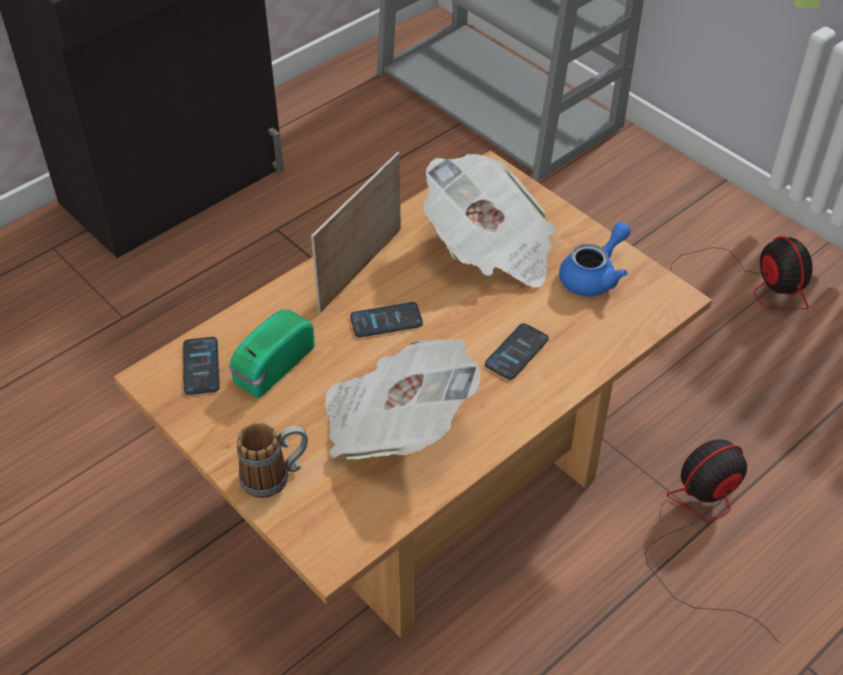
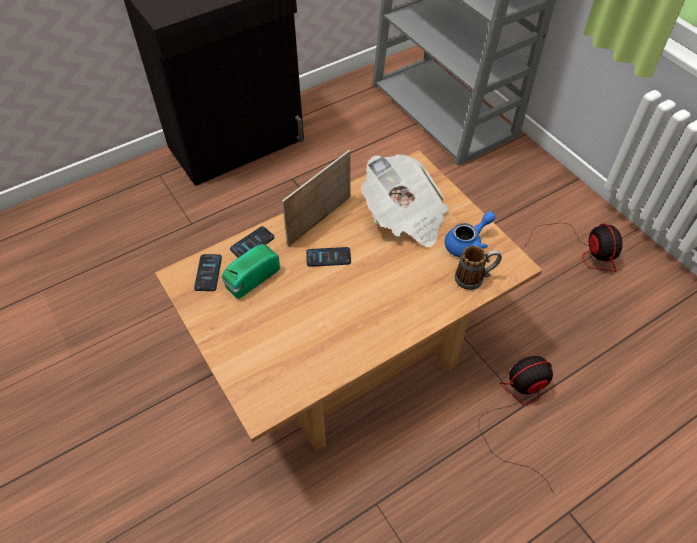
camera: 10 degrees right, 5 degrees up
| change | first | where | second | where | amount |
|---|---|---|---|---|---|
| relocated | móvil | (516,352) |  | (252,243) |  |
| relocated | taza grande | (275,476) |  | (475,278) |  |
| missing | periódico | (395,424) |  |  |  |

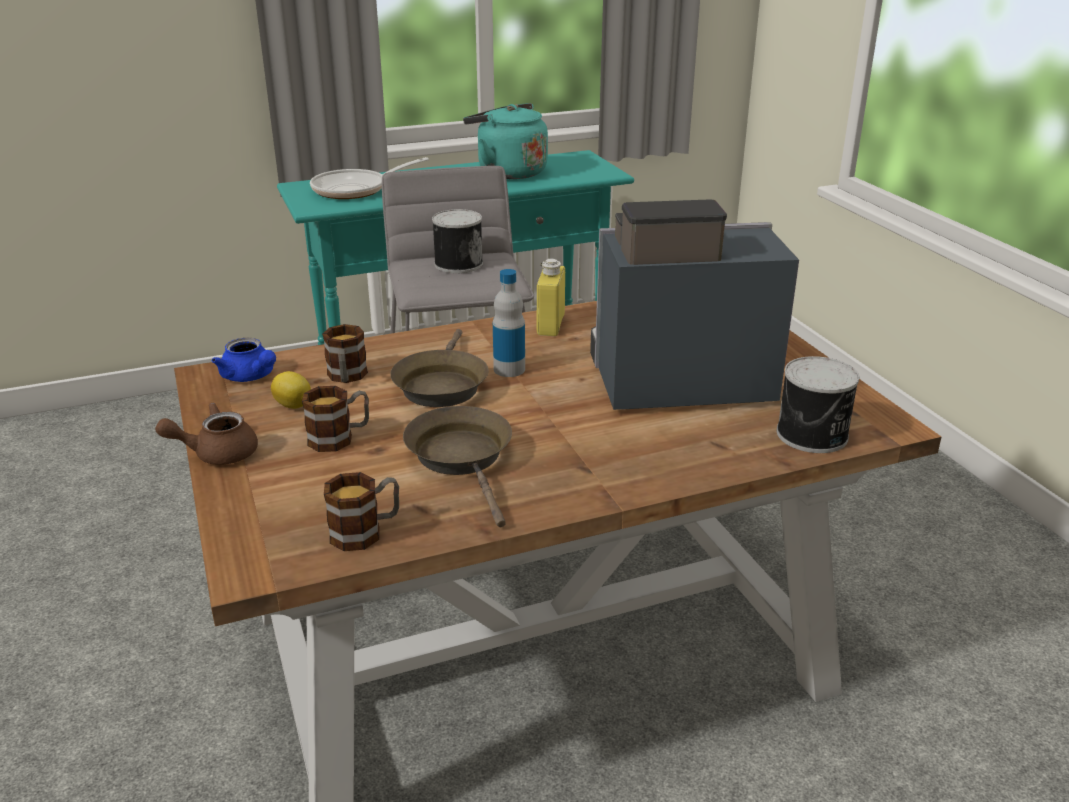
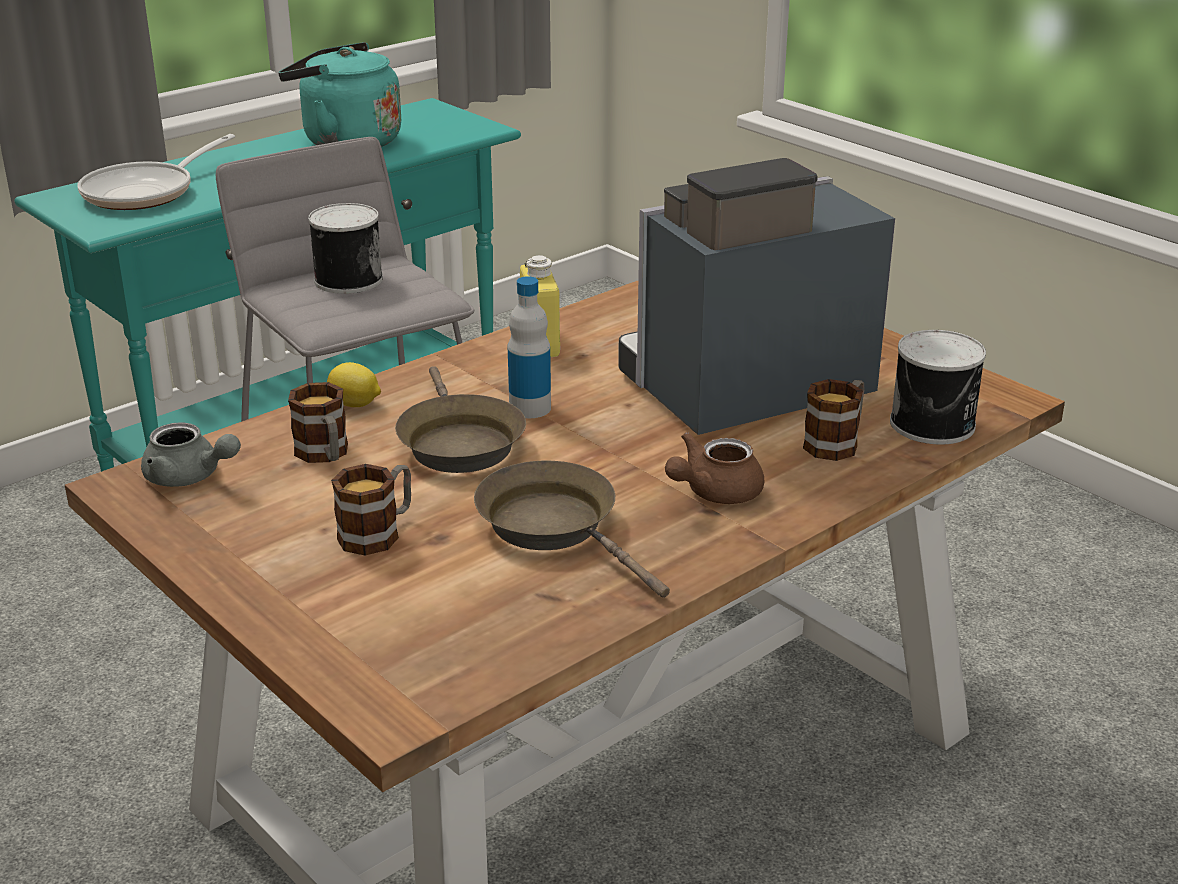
camera: 20 degrees left, 0 degrees up
| change | first | where | second | where | amount |
|---|---|---|---|---|---|
| colour | tetera (azul) | (250,377) | tetera (gris) | (189,477) |  |
| relocated | limón | (294,406) |  | (355,404) |  |
| relocated | tetera (marrón) | (216,453) |  | (713,493) |  |
| relocated | taza grande | (366,531) |  | (836,442) |  |

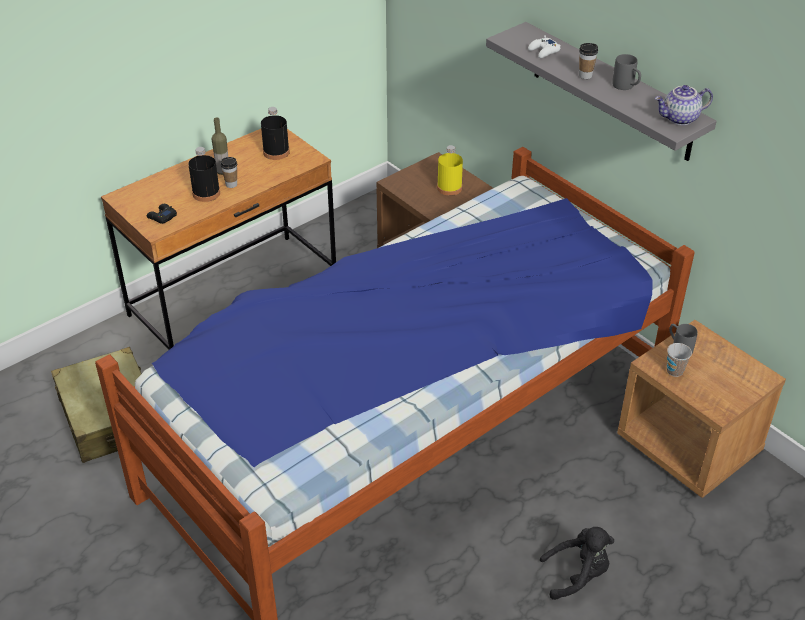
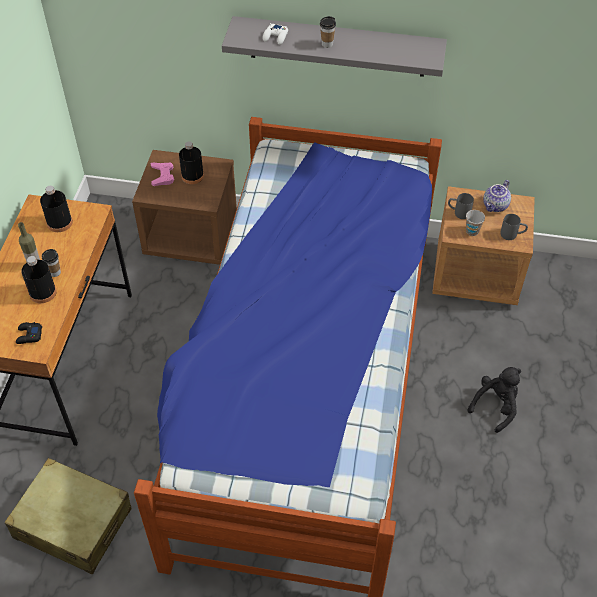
camera: 40 degrees left, 10 degrees up
| change | first | where | second | where | amount |
|---|---|---|---|---|---|
| appeared |  |  | mando de consola (rosa) | (162,176) |  |
| colour | botella (amarillo) | (449,188) | botella (negro) | (192,176) |  |
| relocated | tetera | (680,119) |  | (495,206) |  |
| relocated | taza grande (gris) | (626,87) |  | (512,235) |  |

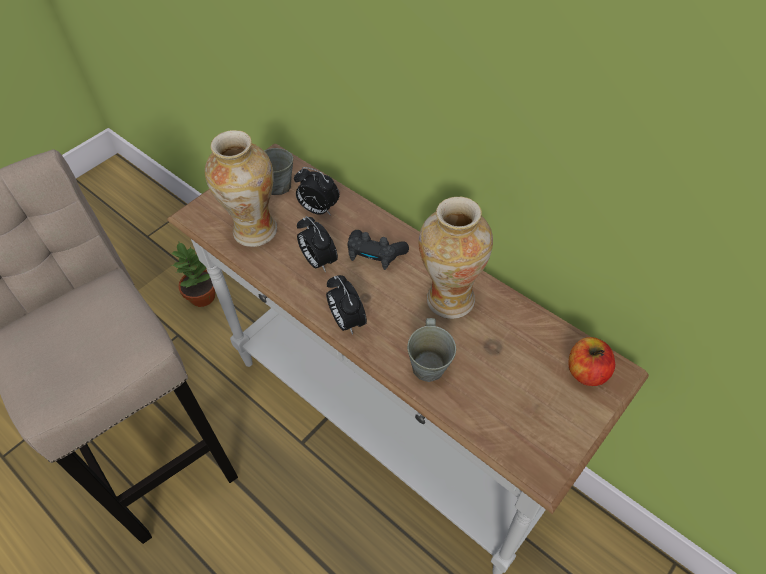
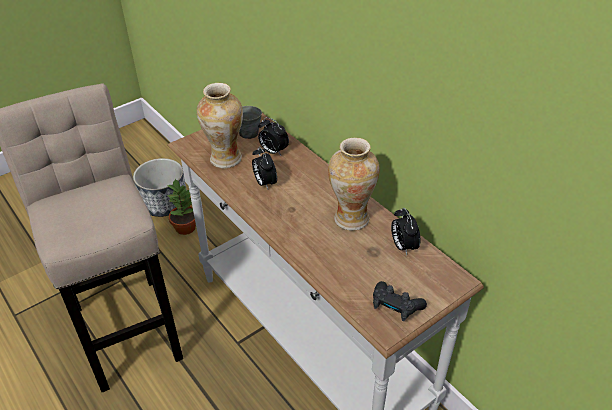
camera: 10 degrees right, 10 degrees down
| change | first | where | second | where | amount |
|---|---|---|---|---|---|
| appeared |  |  | maceta | (164,203) |  |
| relocated | mando de consola (negro) | (375,255) |  | (395,307) |  |
| relocated | despertador | (347,321) |  | (403,246) |  |
| missing | taza grande (gris) | (429,365) |  |  |  |
| missing | manzana | (586,372) |  |  |  |

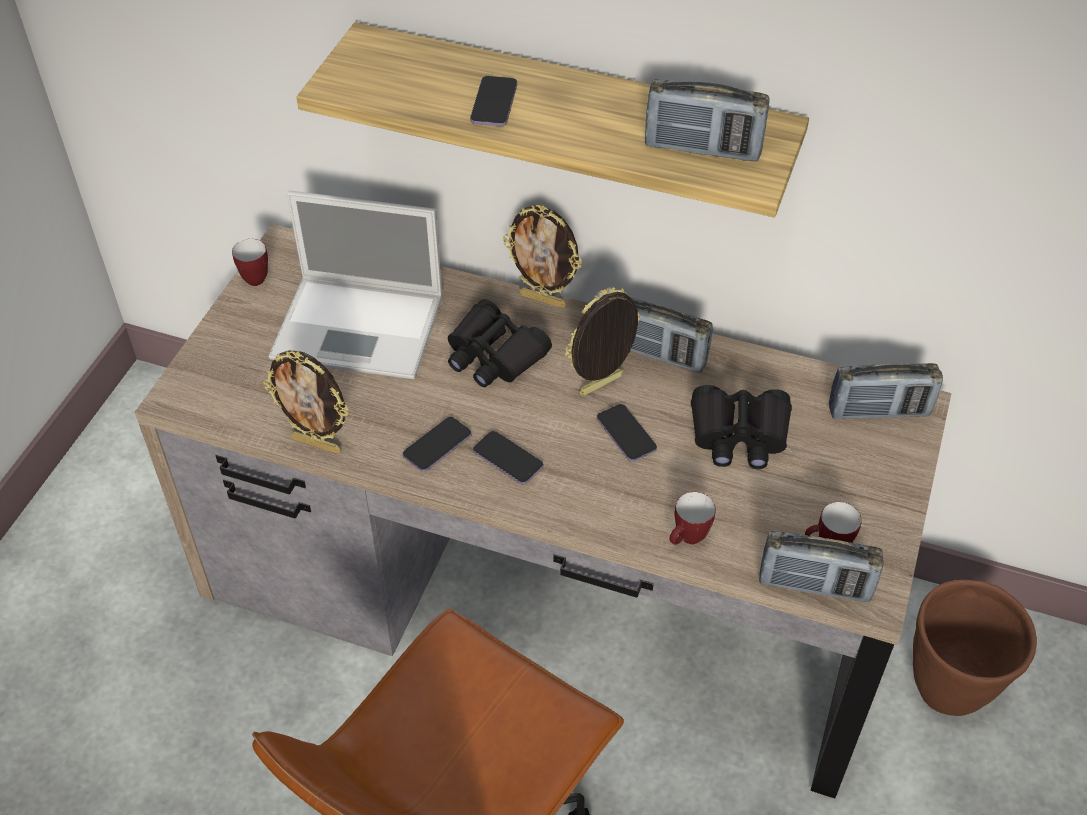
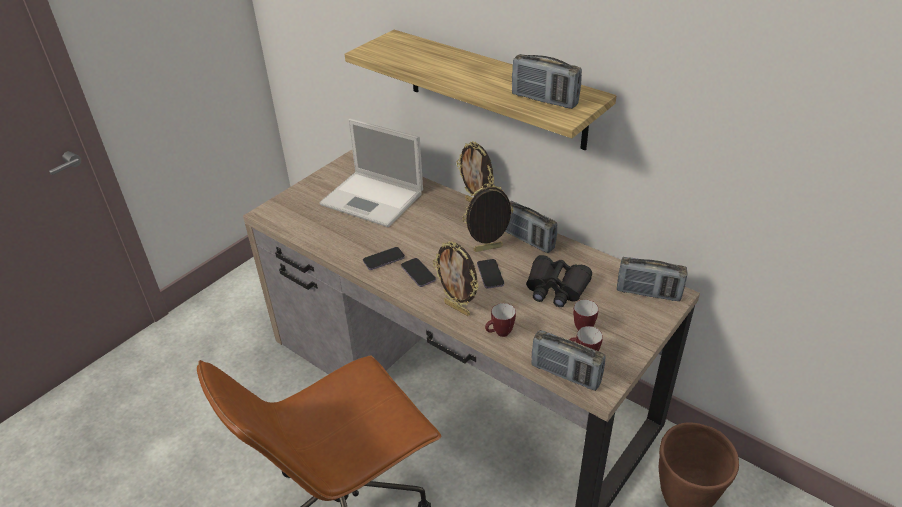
camera: 20 degrees right, 10 degrees down
| change | first | where | second | where | amount |
|---|---|---|---|---|---|
| relocated | portarretratos | (317,444) |  | (457,308) |  |
| relocated | taza grande | (254,277) |  | (582,326) |  |
| missing | prismáticos (negro) | (494,355) |  |  |  |
| missing | móvil | (494,104) |  |  |  |

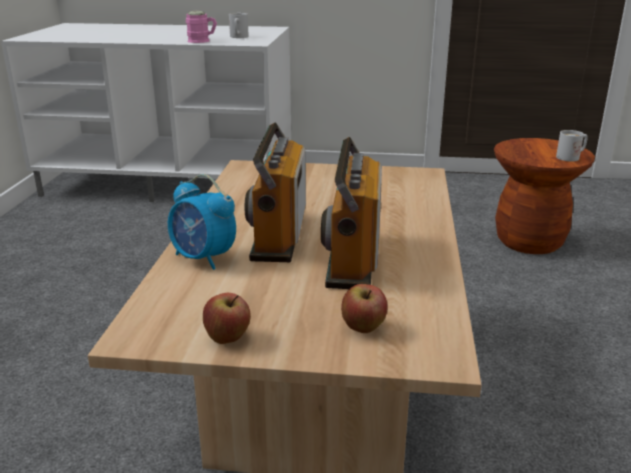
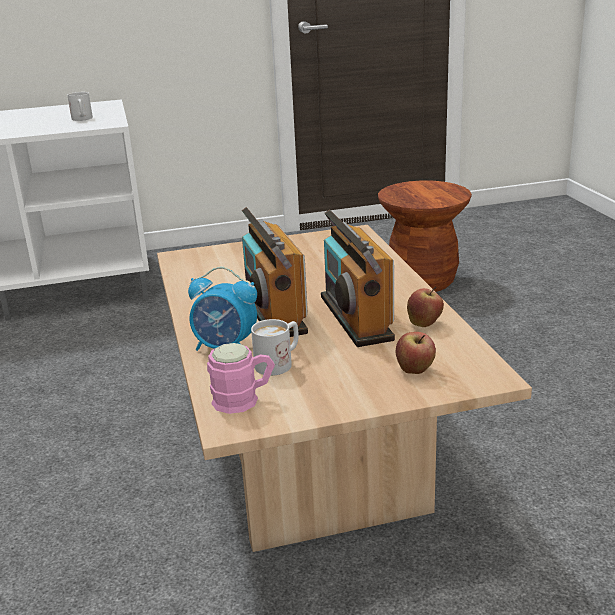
camera: 20 degrees left, 0 degrees up
| change | first | where | second | where | amount |
|---|---|---|---|---|---|
| relocated | taza grande (rosa) | (202,41) |  | (244,399) |  |
| relocated | taza grande (blanco) | (571,157) |  | (279,363) |  |
| relocated | manzana | (228,338) |  | (425,323) |  |

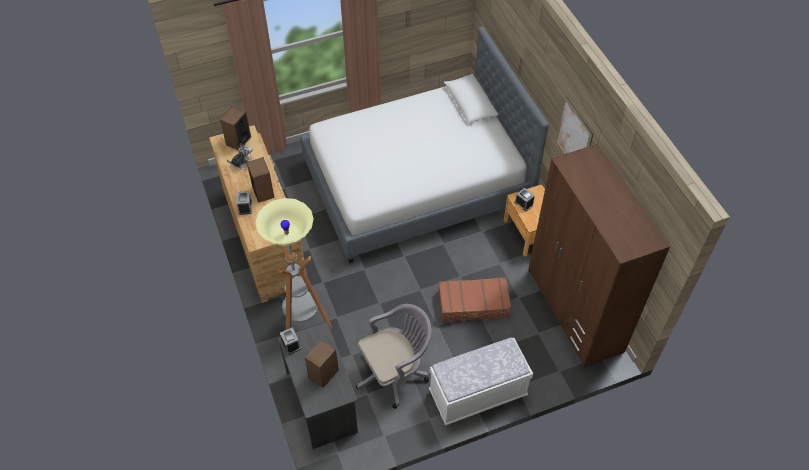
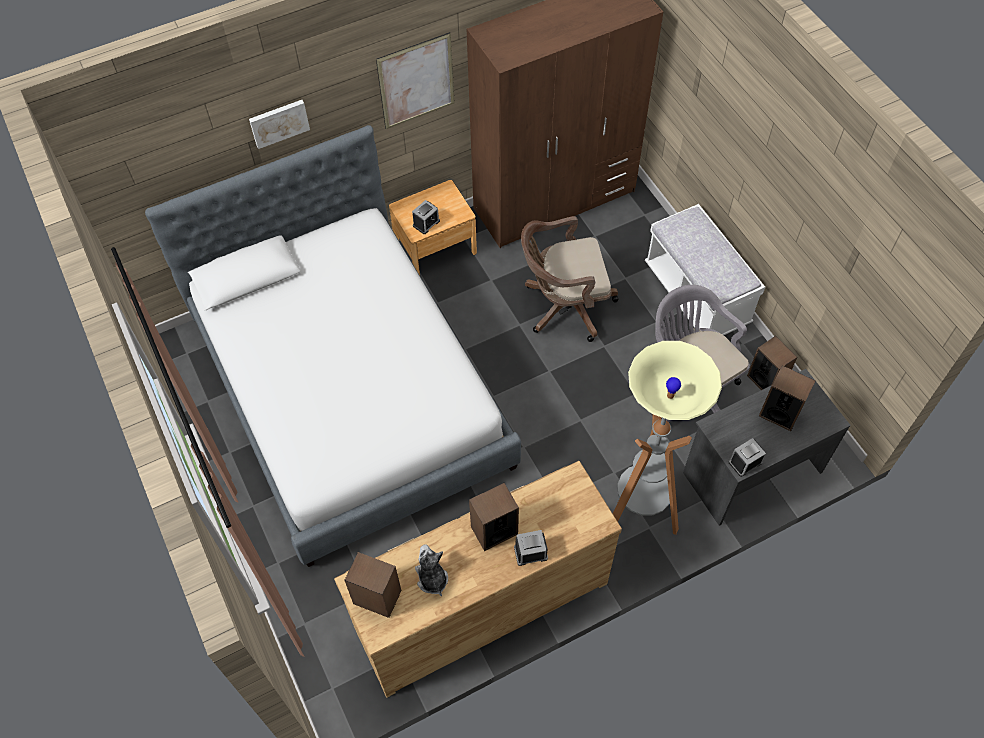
camera: 95 degrees left, 5 degrees up
| change | first | where | second | where | amount |
|---|---|---|---|---|---|
| appeared |  |  | cuadro | (279,122) |  |
| exchanged | maleta (marrón) | (473,304) | silla de oficina (marrón) | (564,306) |  |
| appeared |  |  | altavoz | (766,380) |  |

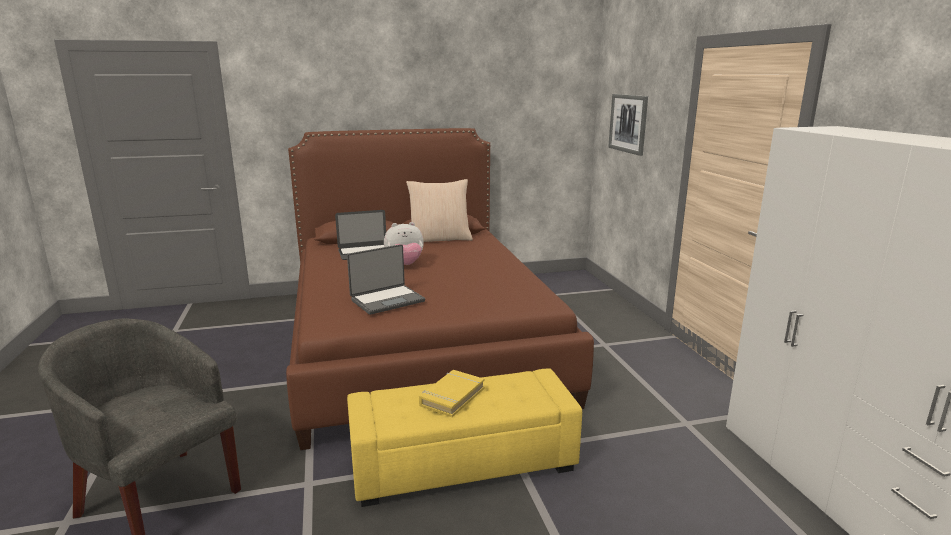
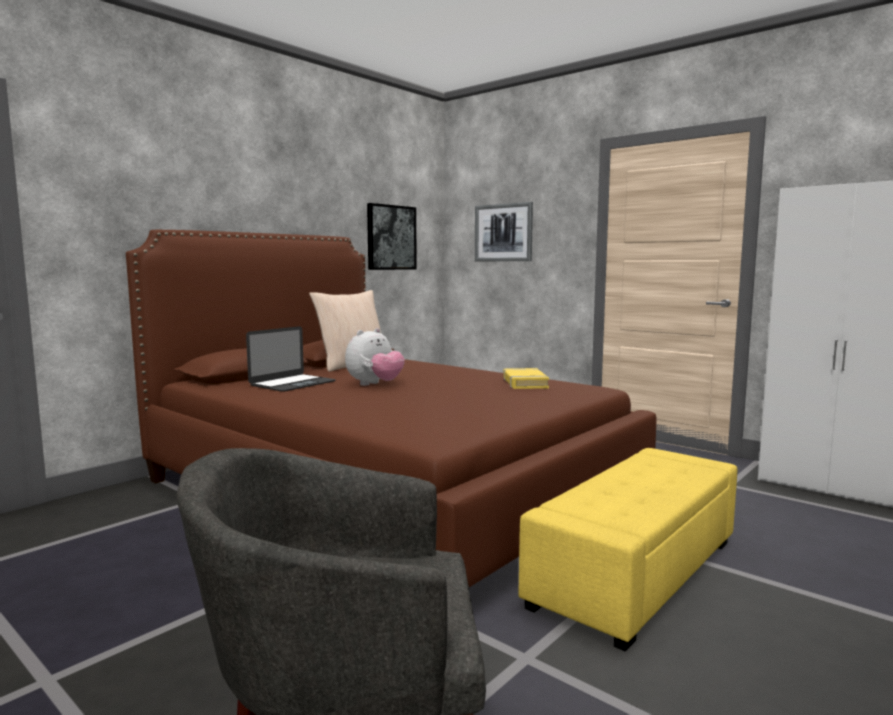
camera: 35 degrees left, 10 degrees down
| change | first | where | second | where | amount |
|---|---|---|---|---|---|
| appeared |  |  | cuadro | (391,237) |  |
| relocated | libro (amarillo) | (452,397) |  | (524,383) |  |
| missing | portátil | (387,300) |  |  |  |

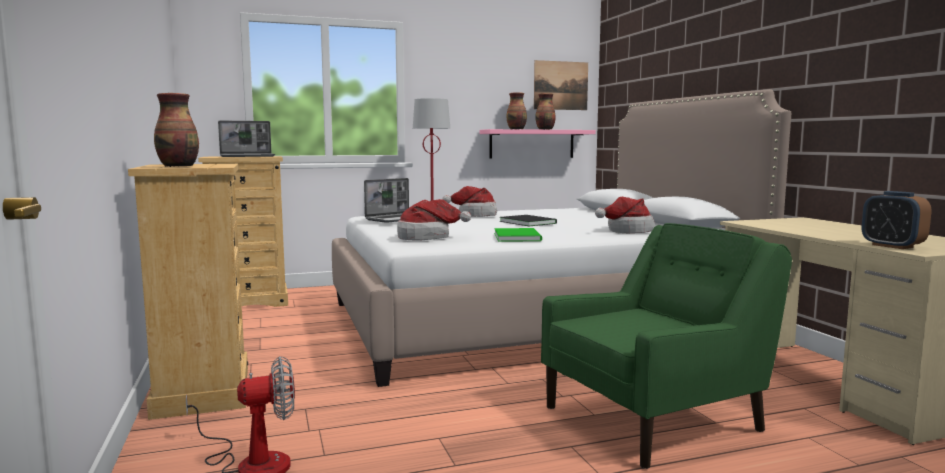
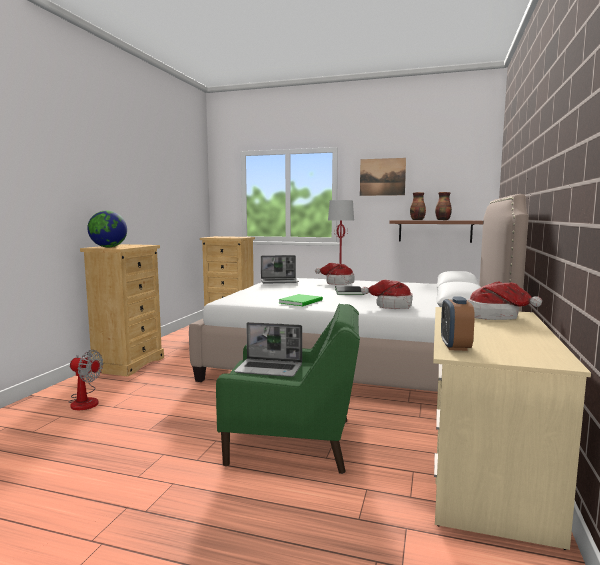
camera: 35 degrees right, 0 degrees up
| change | first | where | second | where | amount |
|---|---|---|---|---|---|
| exchanged | florero | (179,166) | globo terráqueo | (108,247) |  |
| relocated | portátil | (248,156) |  | (270,369) |  |
| relocated | cuadro | (561,85) |  | (382,177) |  |
| colour | estante (rosa) | (532,144) | estante (marrón) | (435,231) |  |
| relocated | sombrero | (428,237) |  | (496,316) |  |

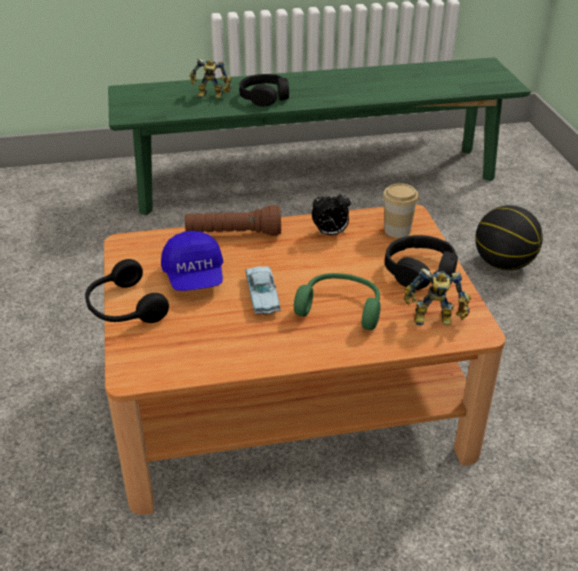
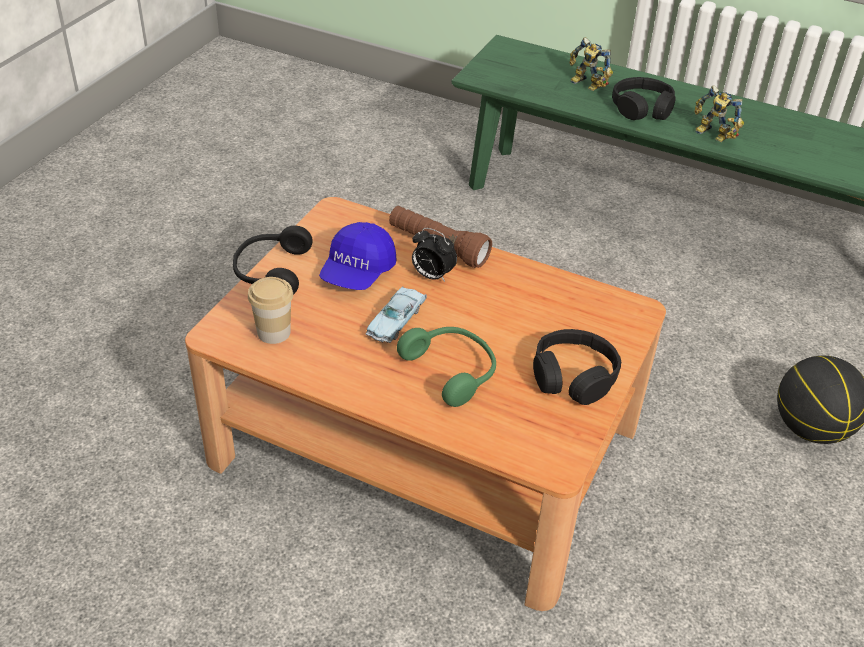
camera: 35 degrees right, 5 degrees up
| change | first | where | second | where | amount |
|---|---|---|---|---|---|
| relocated | taza | (397,230) |  | (274,332) |  |
| relocated | despertador | (330,234) |  | (431,276) |  |
| relocated | robot de juguete | (434,320) |  | (712,135) |  |

